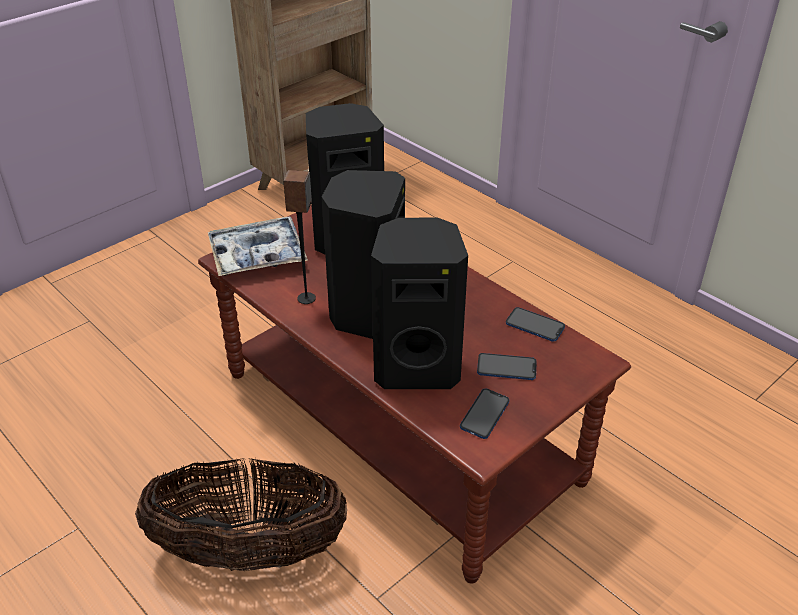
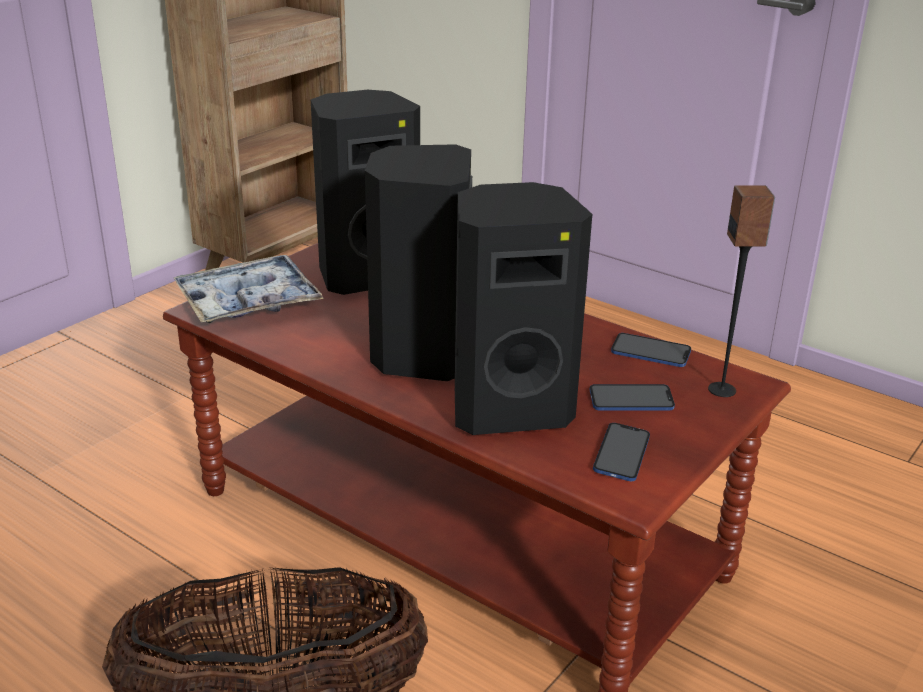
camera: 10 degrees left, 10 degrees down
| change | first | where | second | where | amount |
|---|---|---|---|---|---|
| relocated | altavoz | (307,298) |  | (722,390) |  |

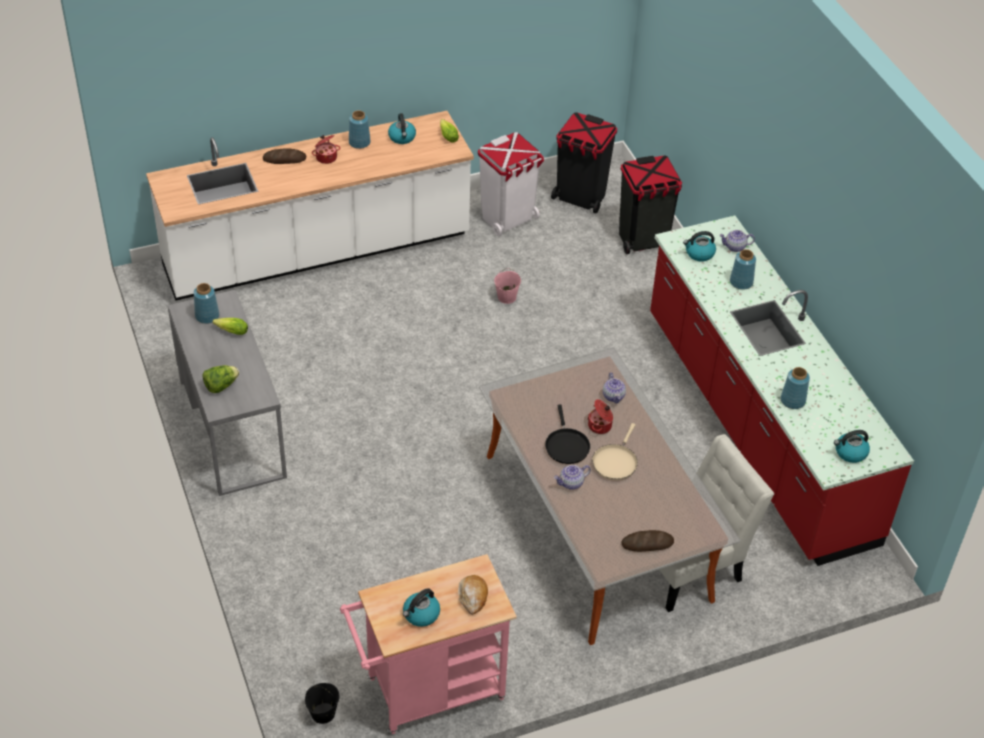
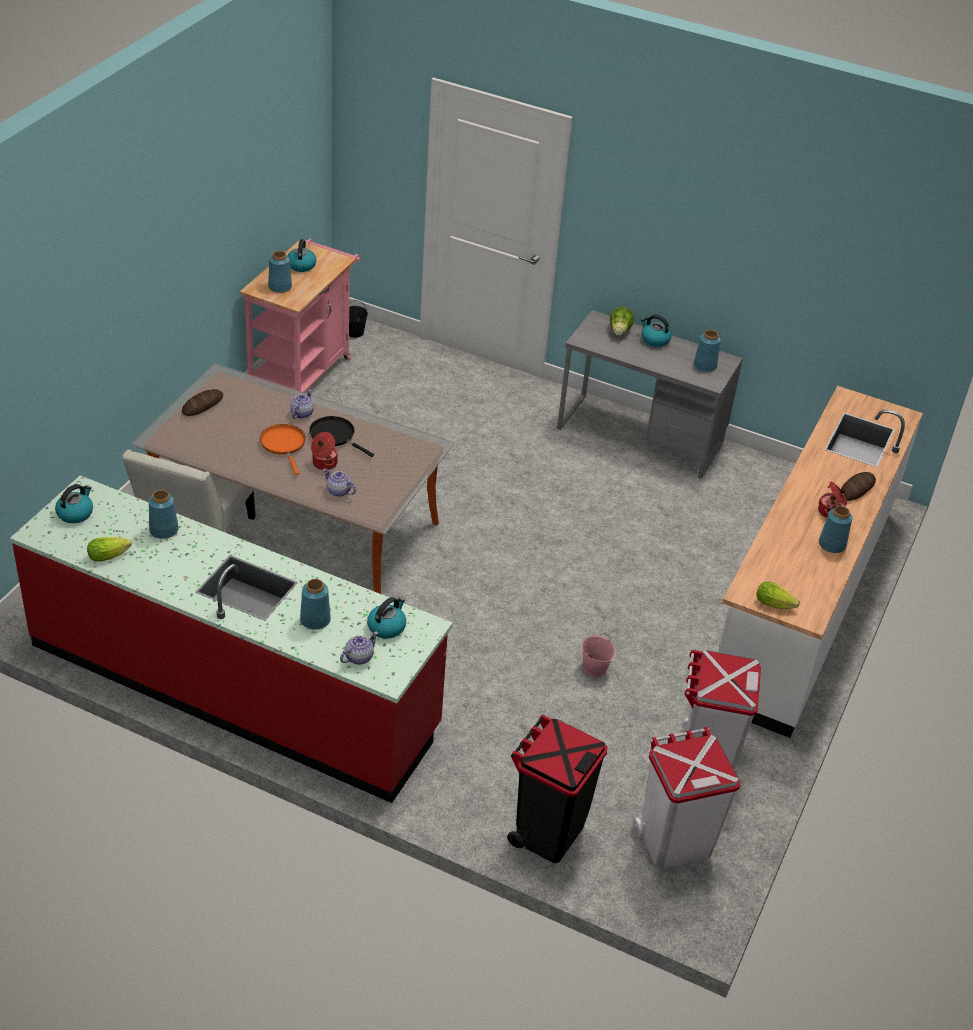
camera: 135 degrees right, 5 degrees down
| change | first | where | second | where | amount |
|---|---|---|---|---|---|
| relocated | lechuga | (230,331) |  | (110,555) |  |
| colour | sartén (beis) | (615,462) | sartén (naranja) | (284,444) |  |
| exchanged | pan | (473,597) | florero (azul) | (279,287) |  |
| colour | papelera (negro) | (580,198) | papelera (blanco) | (674,842) |  |
| relocated | hervidor | (402,137) |  | (654,340) |  |

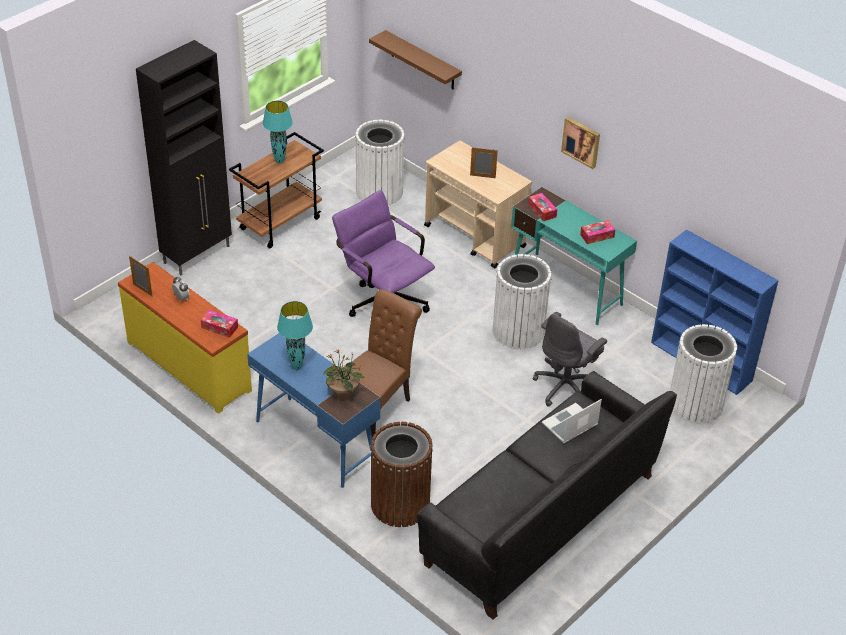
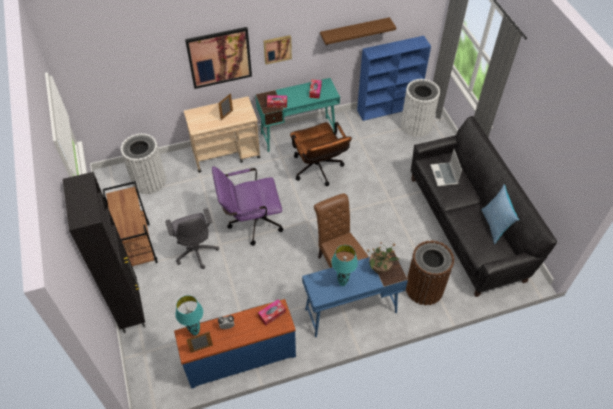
camera: 60 degrees left, 10 degrees up
| change | first | where | second | where | amount |
|---|---|---|---|---|---|
| relocated | silla de oficina (gris) | (566,387) |  | (196,251) |  |
| colour | cómoda (amarillo) | (190,365) | cómoda (azul) | (239,356) |  |
| relocated | lámpara de mesa (turquesa) | (279,161) |  | (195,332) |  |
| appeared |  |  | cuadro | (219,57) |  |
| exchanged | papelera (blanco) | (518,331) | silla de oficina (marrón) | (318,171) |  |
| relocated | estante (marrón) | (422,61) |  | (354,31) |  |
| appeared |  |  | cojín | (495,226) |  |

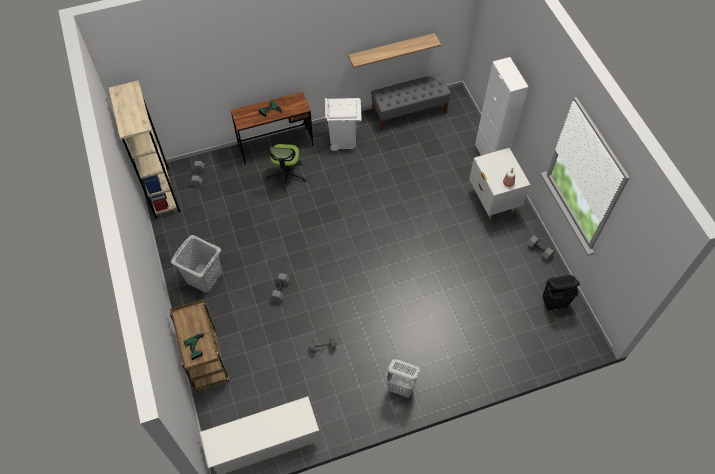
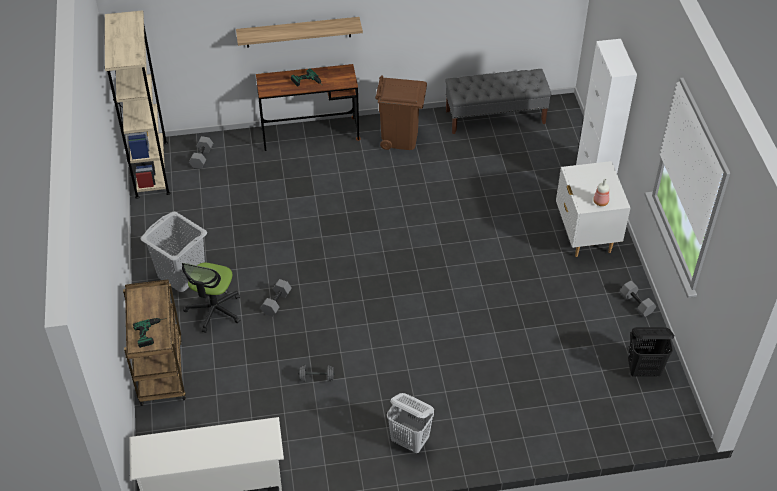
camera: 10 degrees right, 10 degrees down
| change | first | where | second | where | amount |
|---|---|---|---|---|---|
| relocated | silla de oficina | (287,175) |  | (214,310) |  |
| relocated | estante | (391,50) |  | (298,32) |  |
| colour | papelera (blanco) | (343,139) | papelera (marrón) | (400,138) |  |

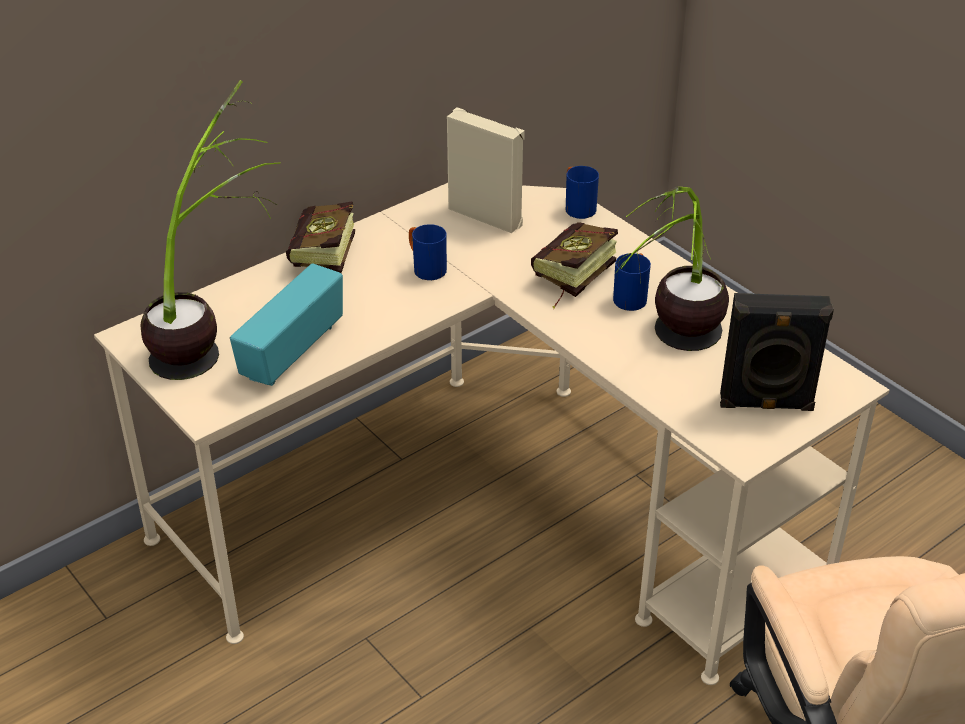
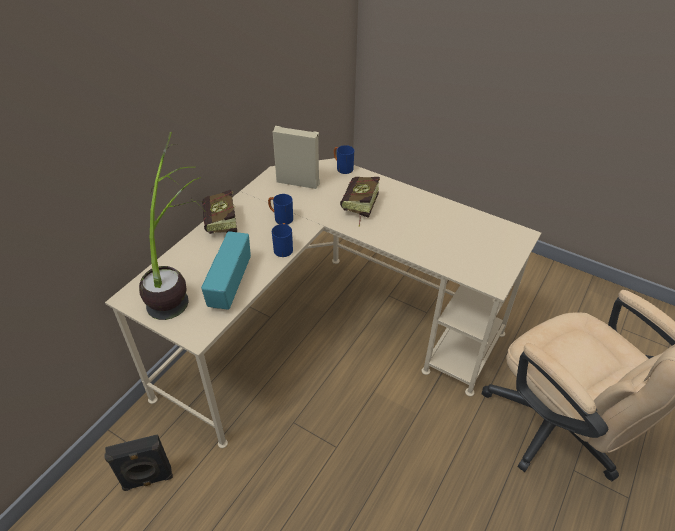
camera: 20 degrees left, 5 degrees up
| change | first | where | second | where | amount |
|---|---|---|---|---|---|
| relocated | altavoz (negro) | (766,404) |  | (148,480) |  |
| relocated | taza grande (azul) | (631,297) |  | (283,248) |  |
| missing | planta en maceta | (672,353) |  |  |  |

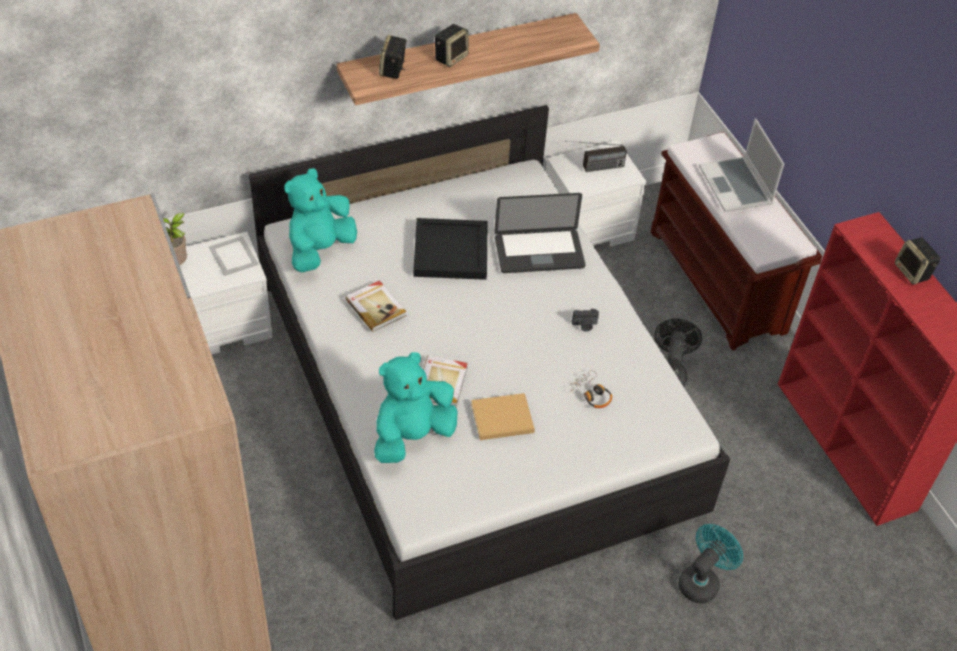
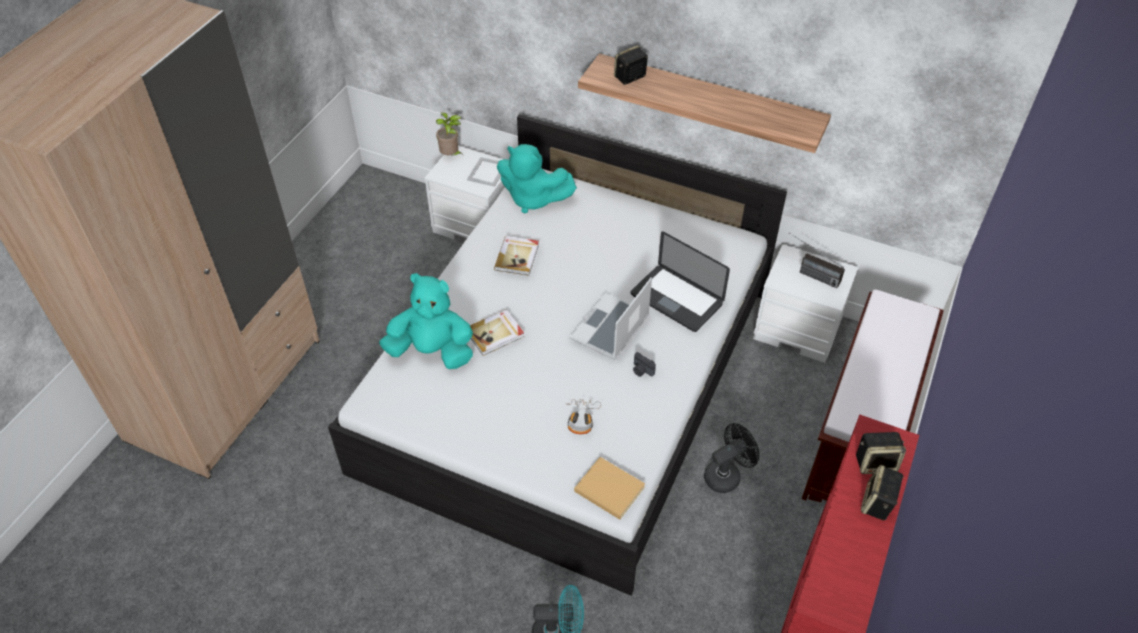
camera: 50 degrees right, 0 degrees up
| change | first | where | second | where | amount |
|---|---|---|---|---|---|
| spun | peluche (turquesa) | (319,249) |  | (533,198) | 150 degrees counterclockwise |
| relocated | portátil | (736,187) |  | (610,329) |  |
| relocated | libro (beis) | (500,418) |  | (607,488) |  |
| relocated | altavoz | (451,57) |  | (876,463) |  |
| missing | bandeja (negro) | (451,251) |  |  |  |

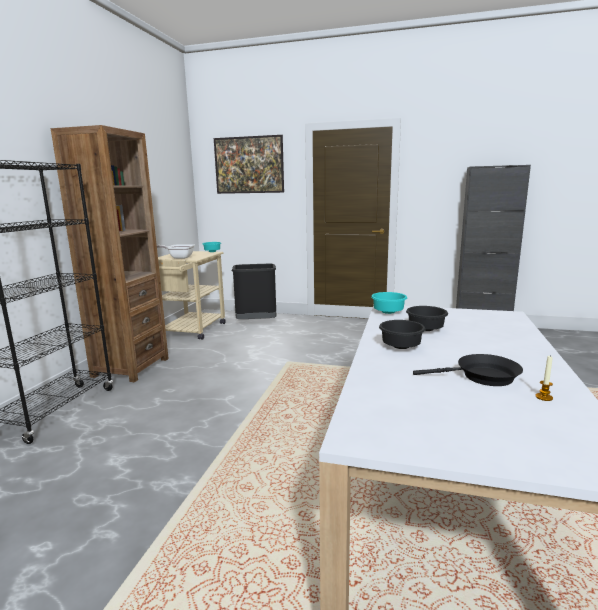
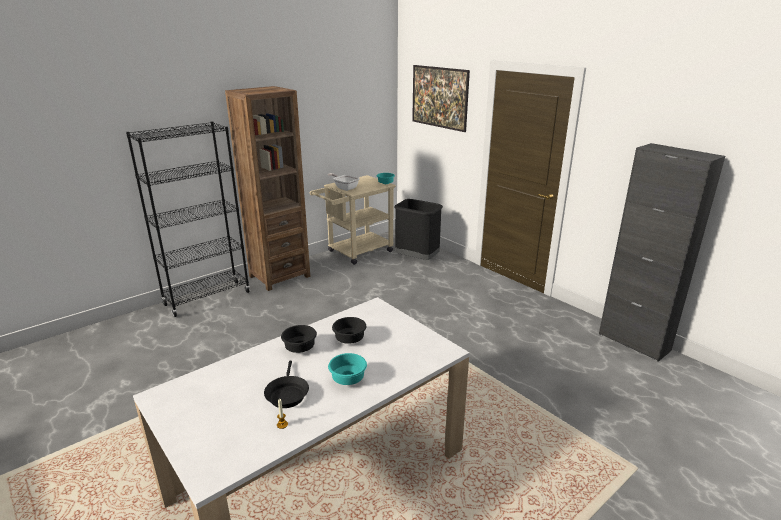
camera: 35 degrees right, 10 degrees up
| change | first | where | second | where | amount |
|---|---|---|---|---|---|
| spun | sartén (negro) | (482,377) |  | (287,394) | 45 degrees clockwise |
| relocated | cuenco (turquesa) | (389,312) |  | (349,380) |  |

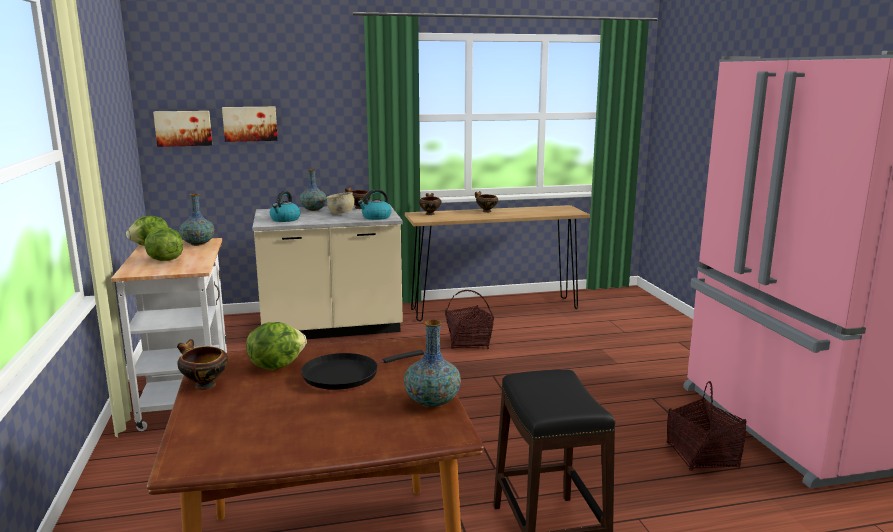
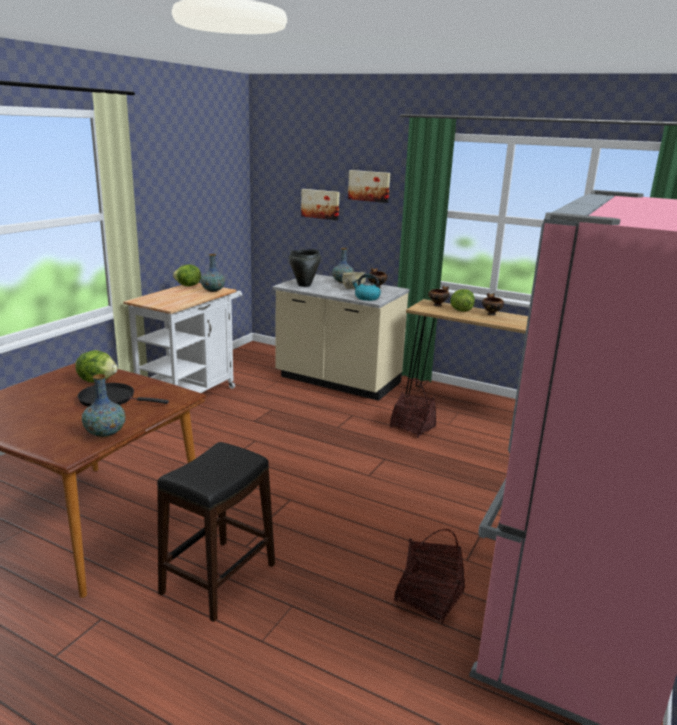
camera: 40 degrees right, 5 degrees up
| change | first | where | second | where | amount |
|---|---|---|---|---|---|
| exchanged | hervidor | (285,219) | olla (negro) | (304,285) |  |
| relocated | cuadro | (183,128) |  | (369,186) |  |
| relocated | lechuga | (164,260) |  | (461,310) |  |
| missing | cuenco | (203,385) |  |  |  |

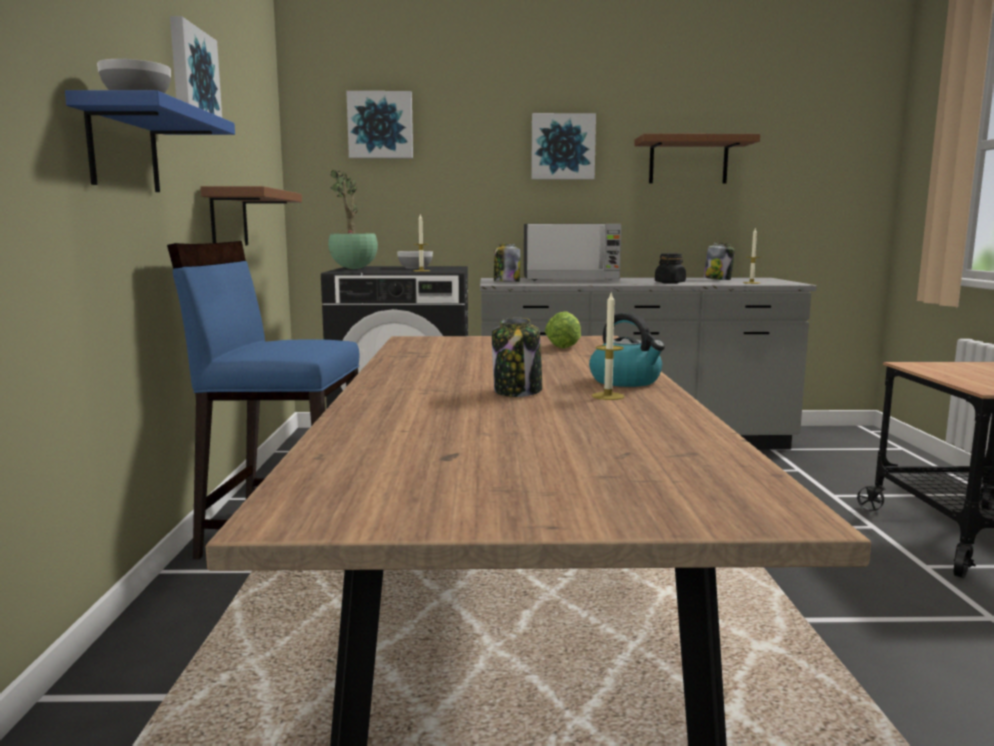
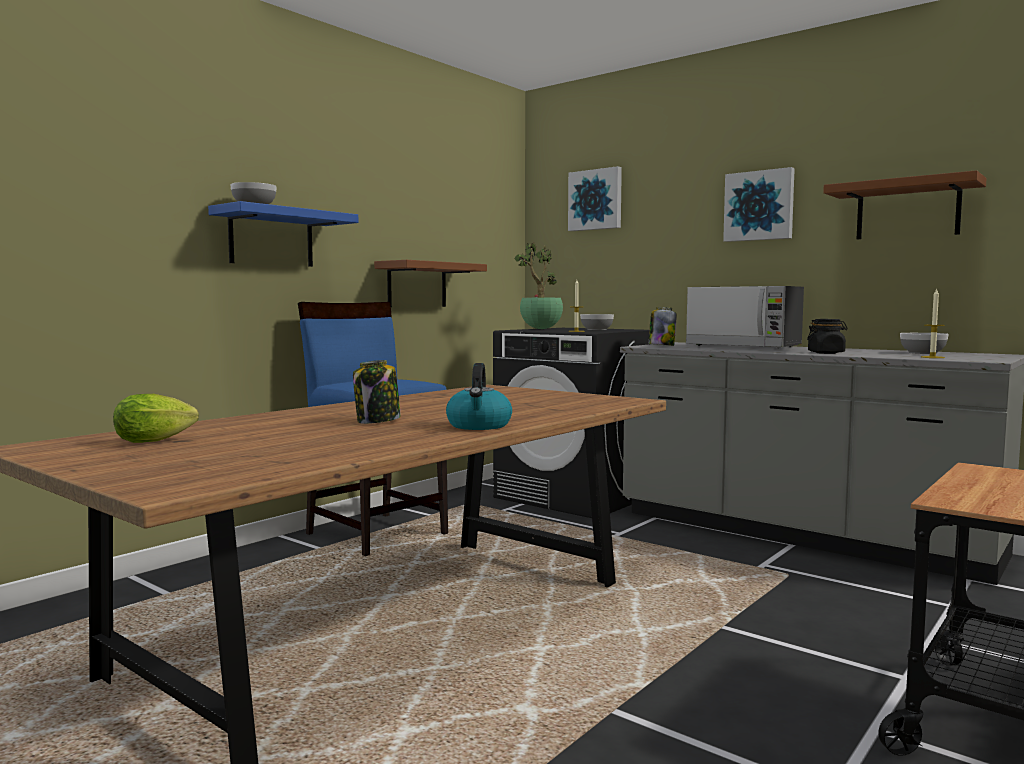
camera: 40 degrees right, 5 degrees down
| change | first | where | second | where | amount |
|---|---|---|---|---|---|
| relocated | lechuga | (564,346) |  | (158,441) |  |
| exchanged | tarro | (718,279) | cuenco | (923,353) |  |
| missing | cuadro | (192,78) |  |  |  |
| missing | vela | (608,396) |  |  |  |

